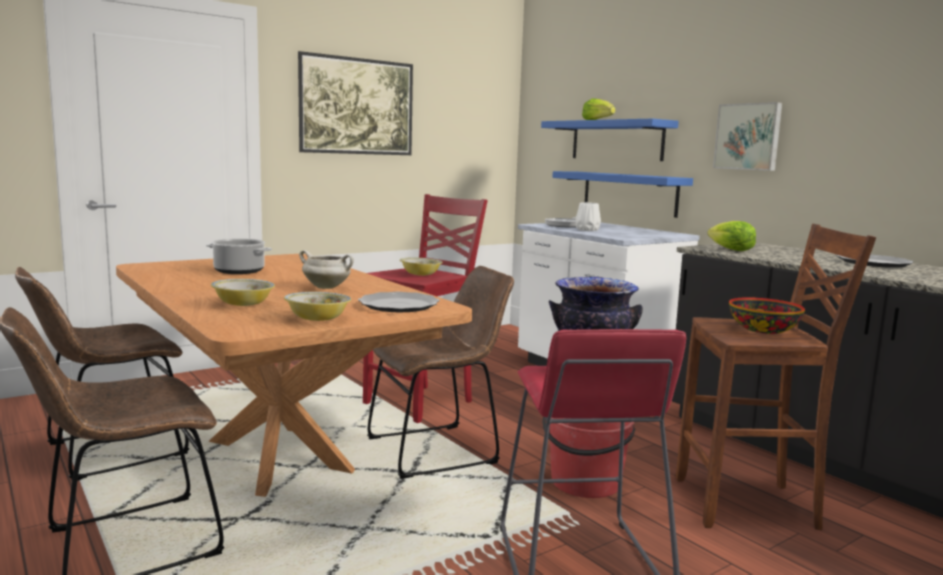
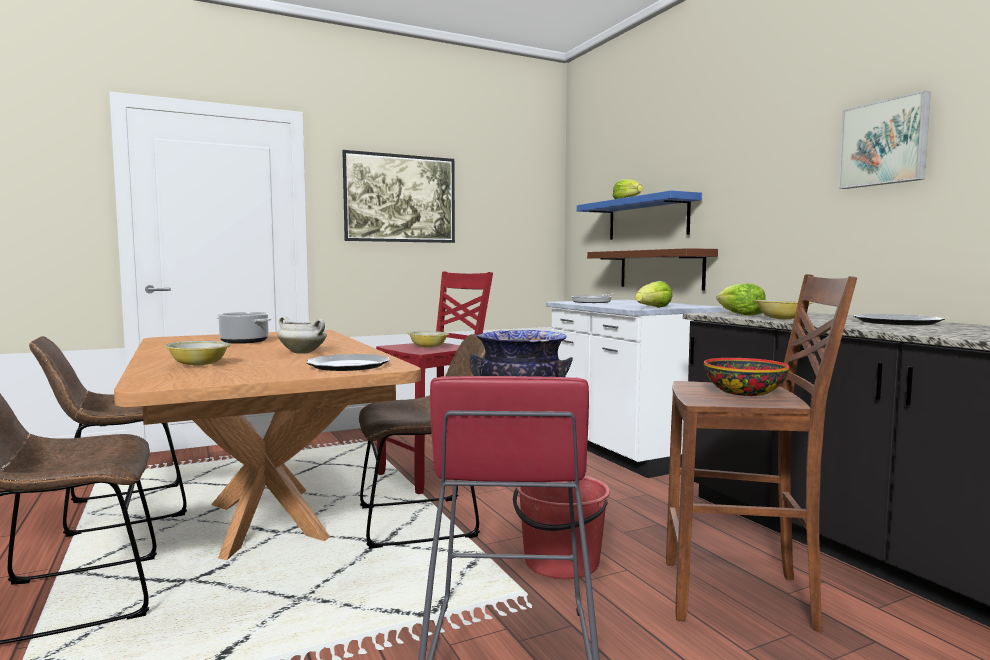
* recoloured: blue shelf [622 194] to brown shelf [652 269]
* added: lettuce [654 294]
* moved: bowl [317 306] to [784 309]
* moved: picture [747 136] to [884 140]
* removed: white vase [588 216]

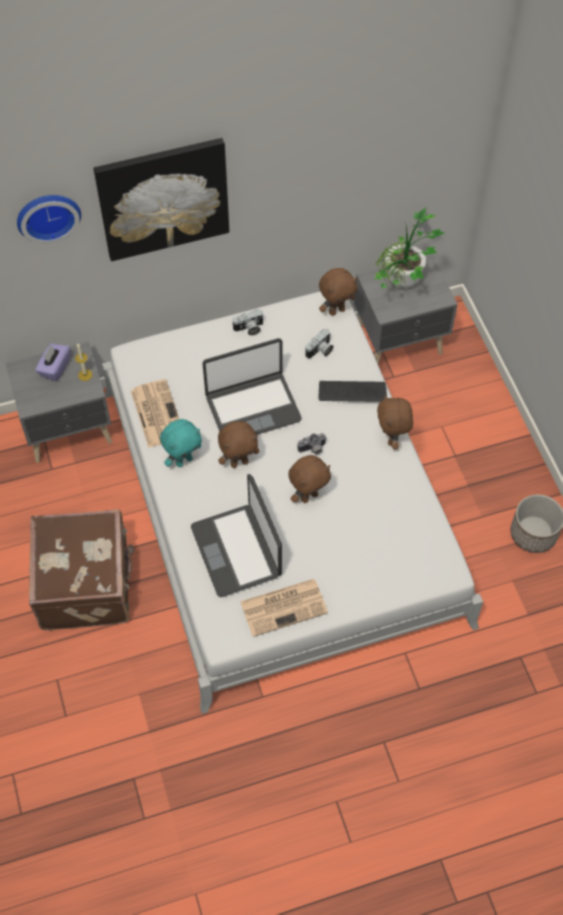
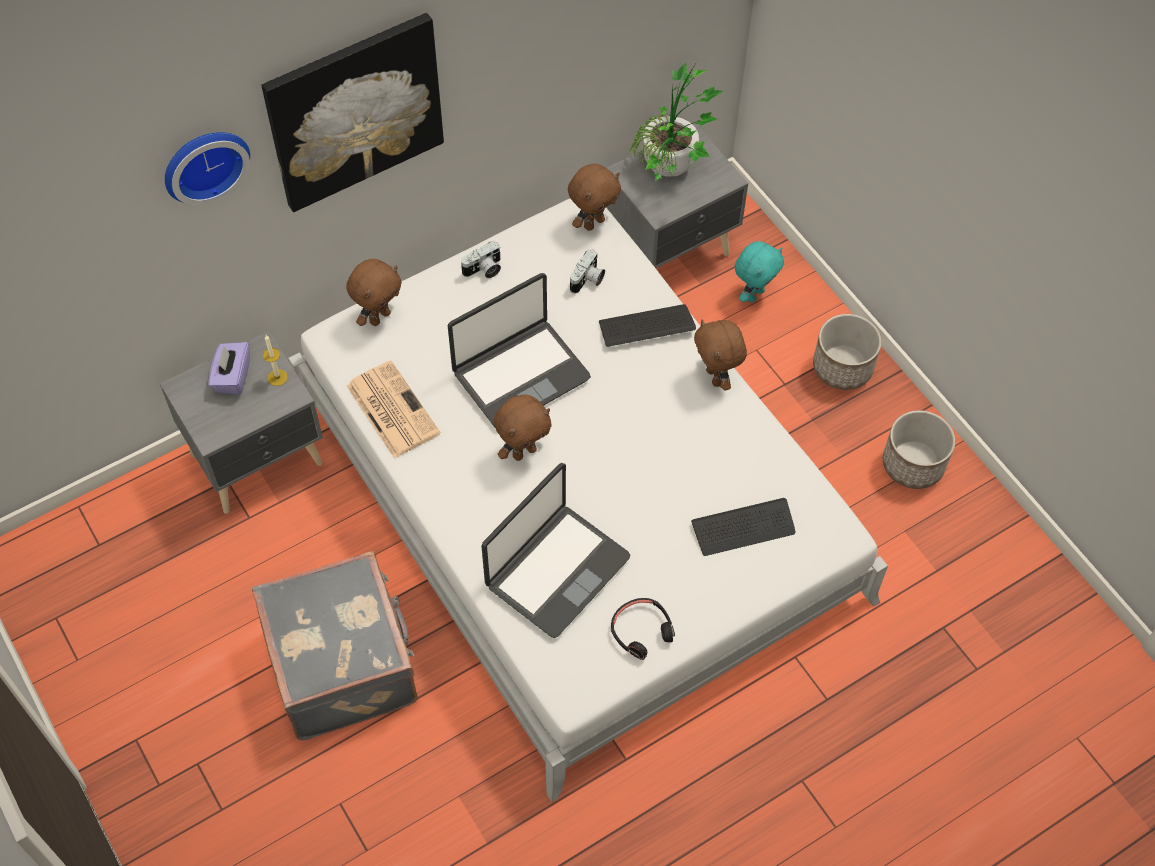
* recoloured: brown suitcase [81 570] to grey suitcase [335 646]
* moved: brown plush toy [309 479] to [374 292]
* turned: laptop [236 535] = [555 550] 105 degrees counterclockwise
* replaced: newspaper [284 608] to black headphones [643 629]
* added: keyboard [743 527]
* moved: turquoise plush toy [181 443] to [759 271]
* added: planter [847 352]
* removed: photo camera [312 443]

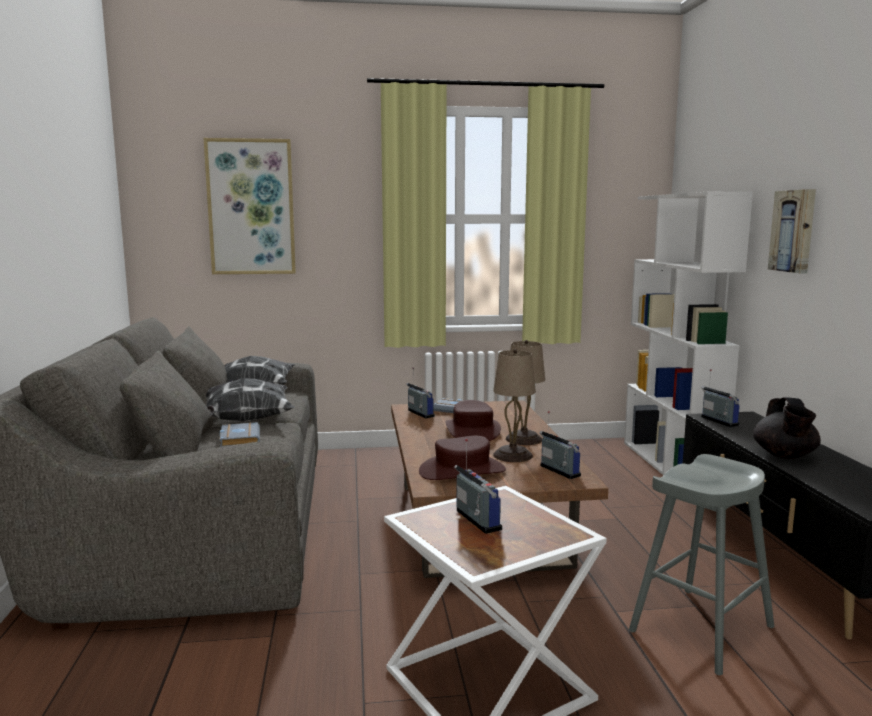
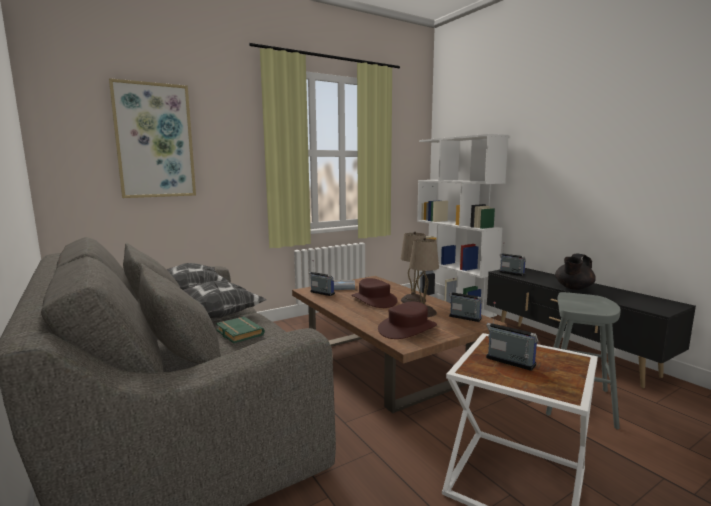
* recoloured: grey book [240 434] to green book [240 330]
* turned: black teapot [787 428] = [575 271] 60 degrees clockwise
* removed: picture [792 231]

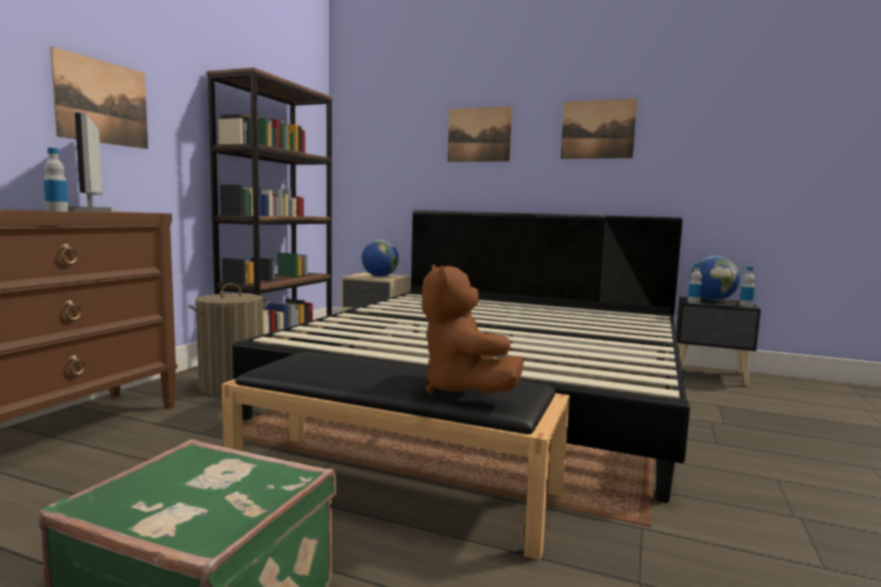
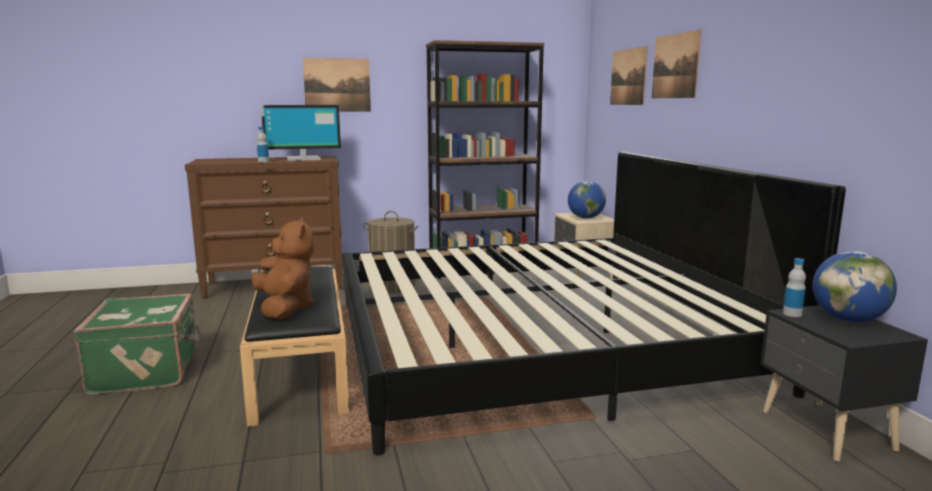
* turned: brown plush toy [473 329] = [282 268] 120 degrees clockwise
* turned: monitor [91 162] = [301 133] 135 degrees counterclockwise
* moved: picture [599 129] to [629 75]
* removed: bottle [747 286]

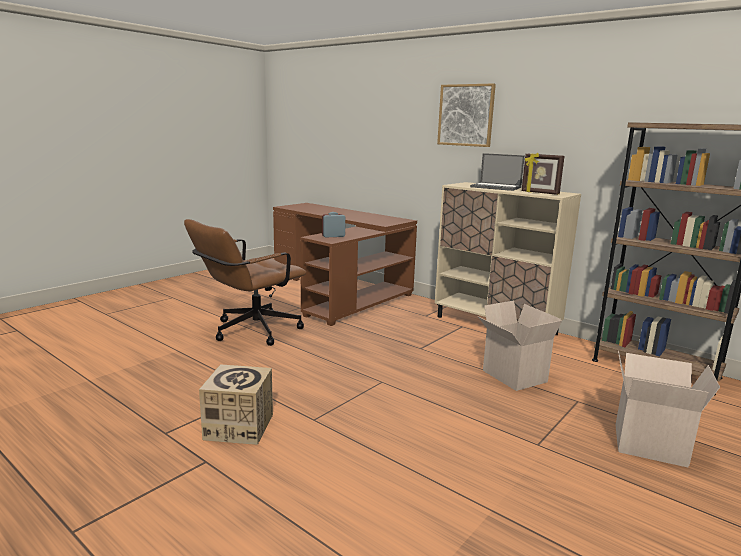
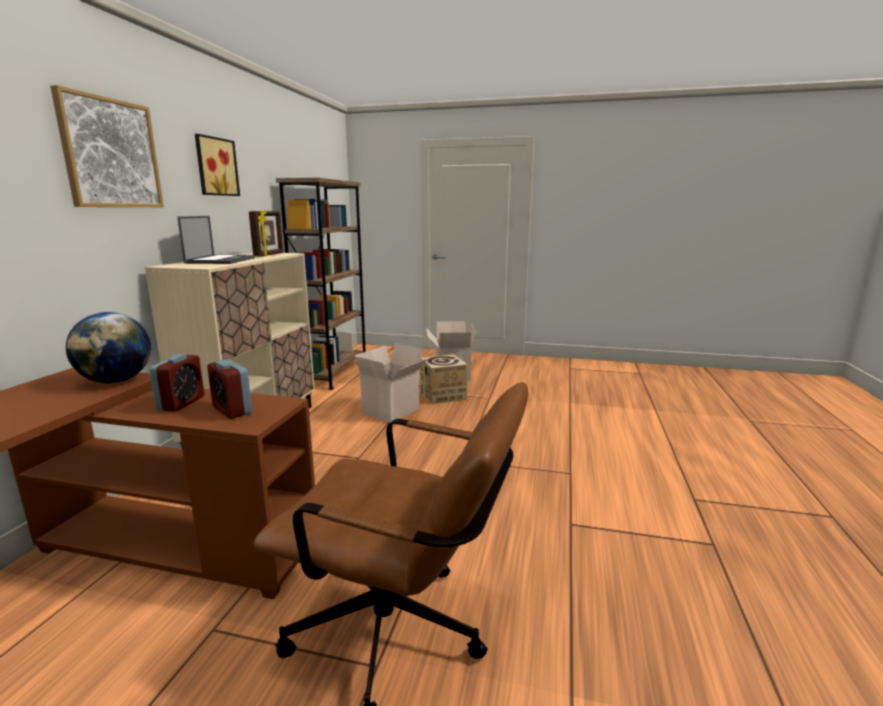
* added: globe [108 347]
* added: alarm clock [176 383]
* added: picture [217 165]
* moved: cardboard box [236 404] to [444 379]

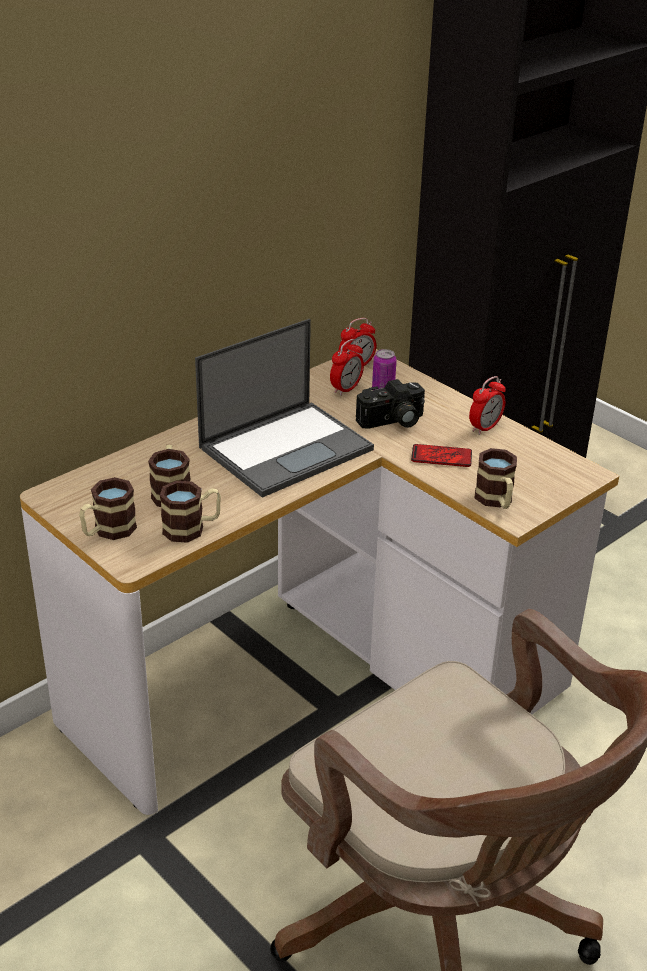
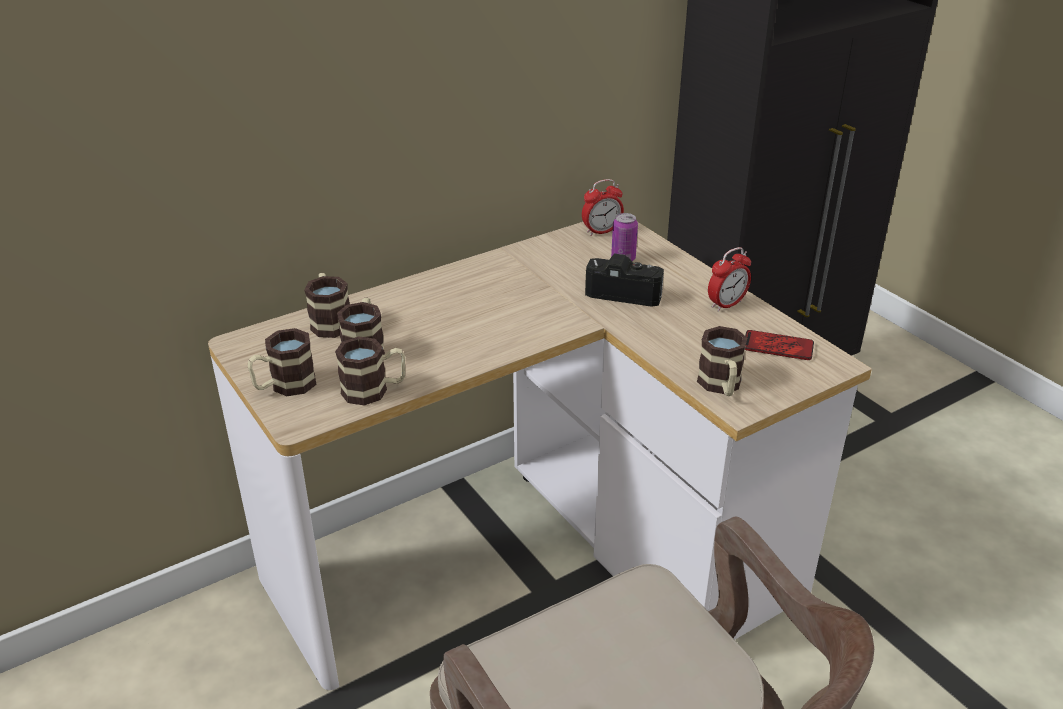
* added: mug [327 305]
* turned: photo camera [390 404] = [624 280] 150 degrees counterclockwise
* moved: phone [441 455] to [779 345]
* removed: laptop [284 408]
* removed: alarm clock [347 367]

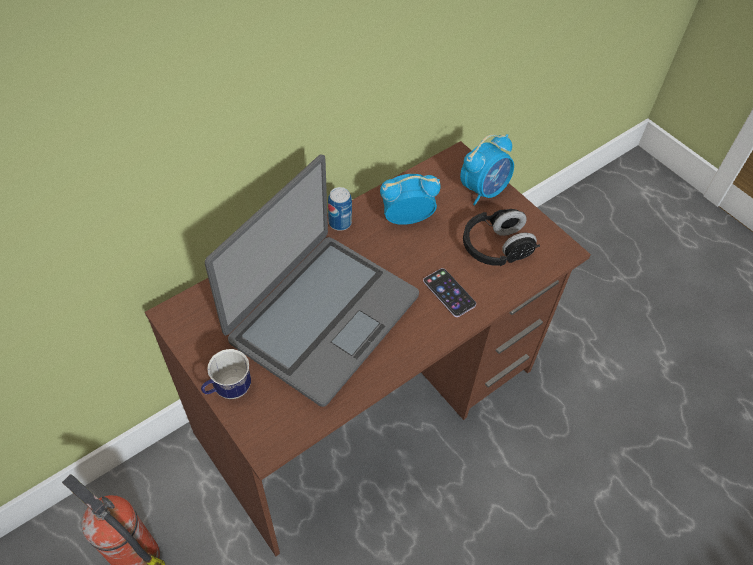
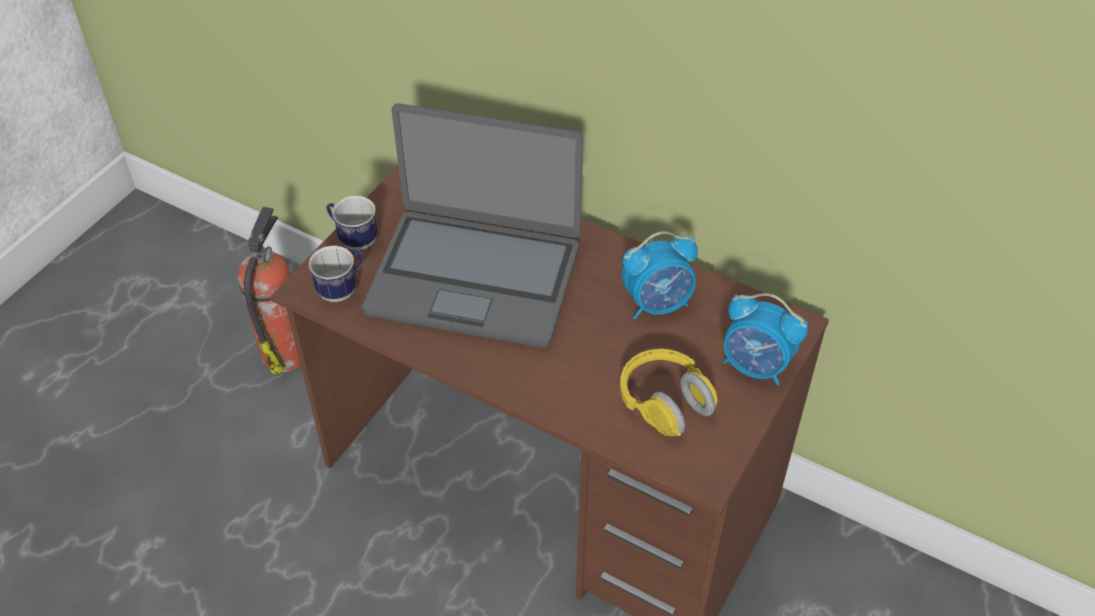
* added: mug [336 274]
* recoloured: black headphones [501 237] to yellow headphones [669 392]
* turned: alarm clock [410 199] = [660 275] 105 degrees clockwise
* removed: can [340 209]
* removed: phone [449 292]

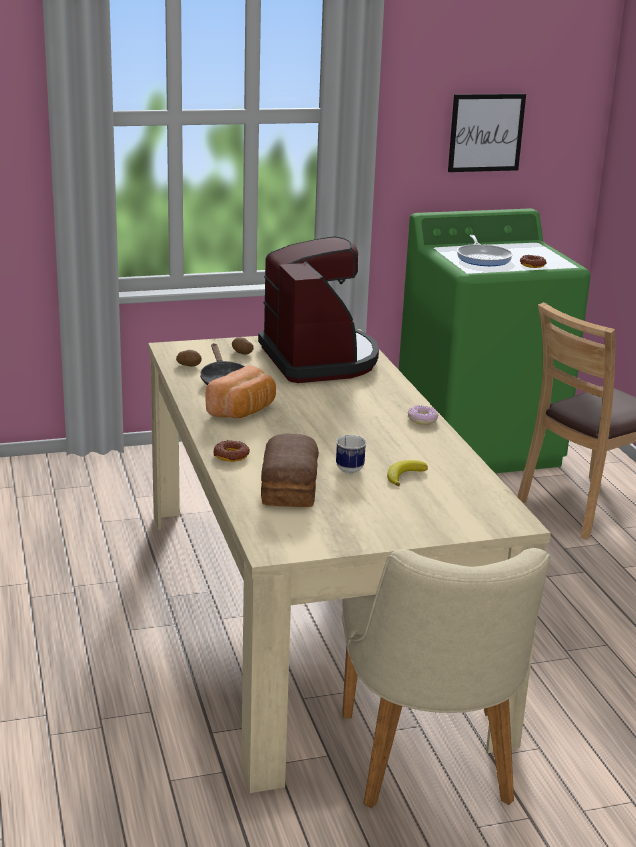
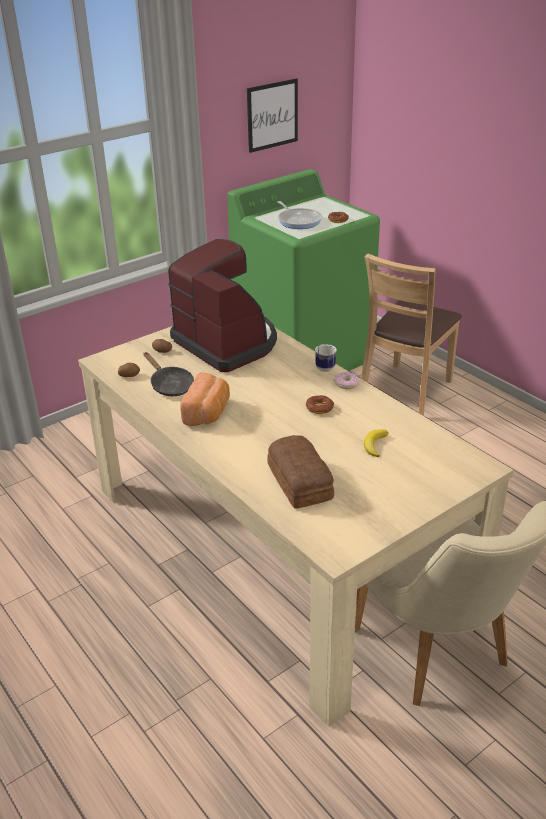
* moved: donut [232 451] to [320 404]
* moved: mug [351 454] to [326 358]

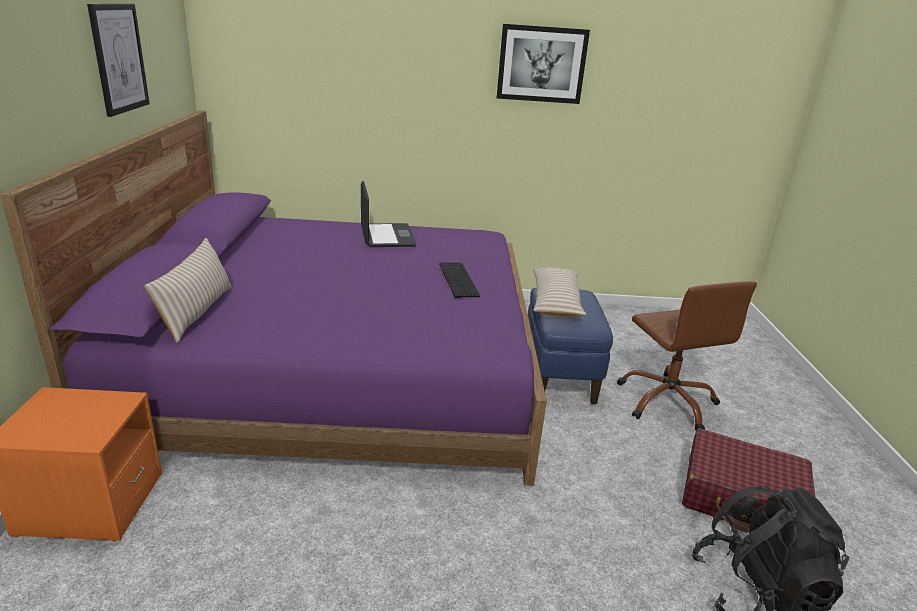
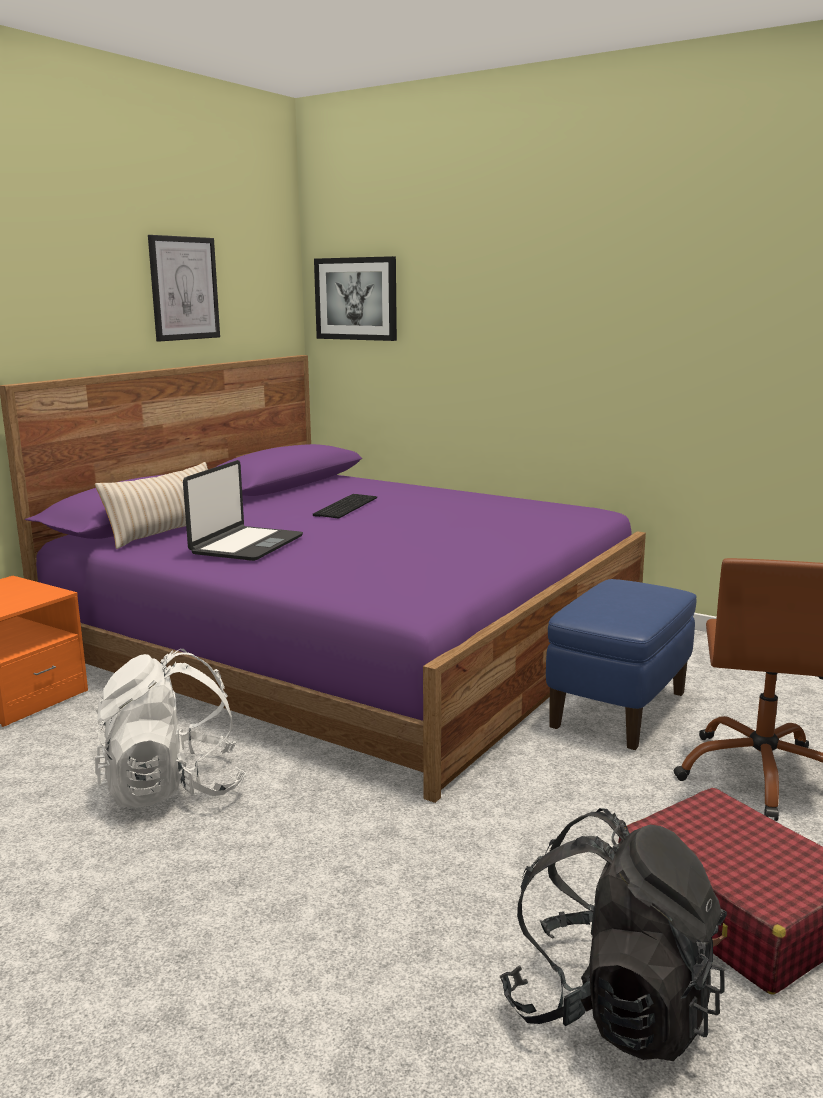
* added: white backpack [170 728]
* moved: laptop [388 214] to [243 510]
* moved: keyboard [459 280] to [345 506]
* moved: picture [543 64] to [355 298]
* removed: beige pillow [559 292]

